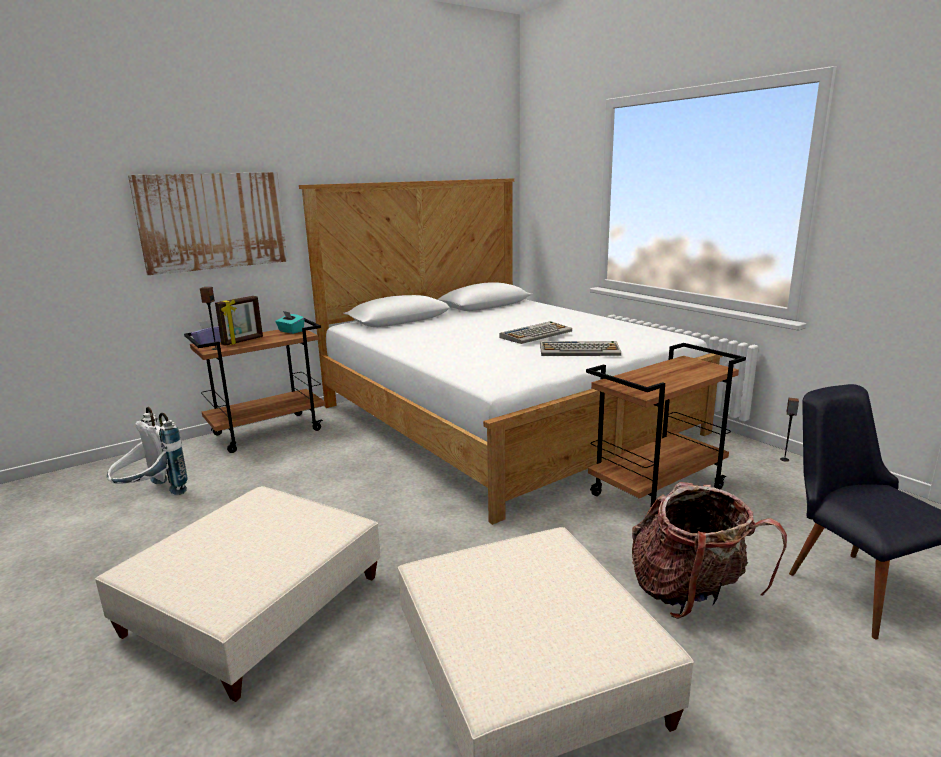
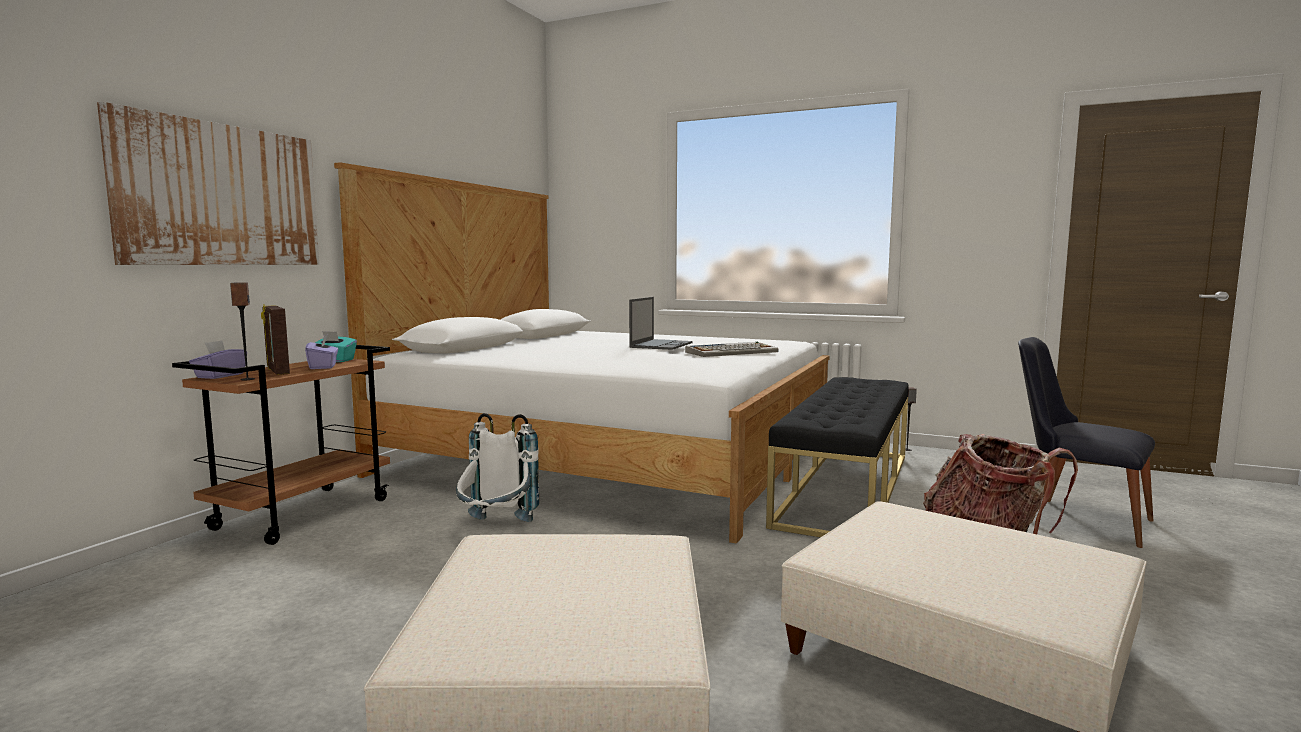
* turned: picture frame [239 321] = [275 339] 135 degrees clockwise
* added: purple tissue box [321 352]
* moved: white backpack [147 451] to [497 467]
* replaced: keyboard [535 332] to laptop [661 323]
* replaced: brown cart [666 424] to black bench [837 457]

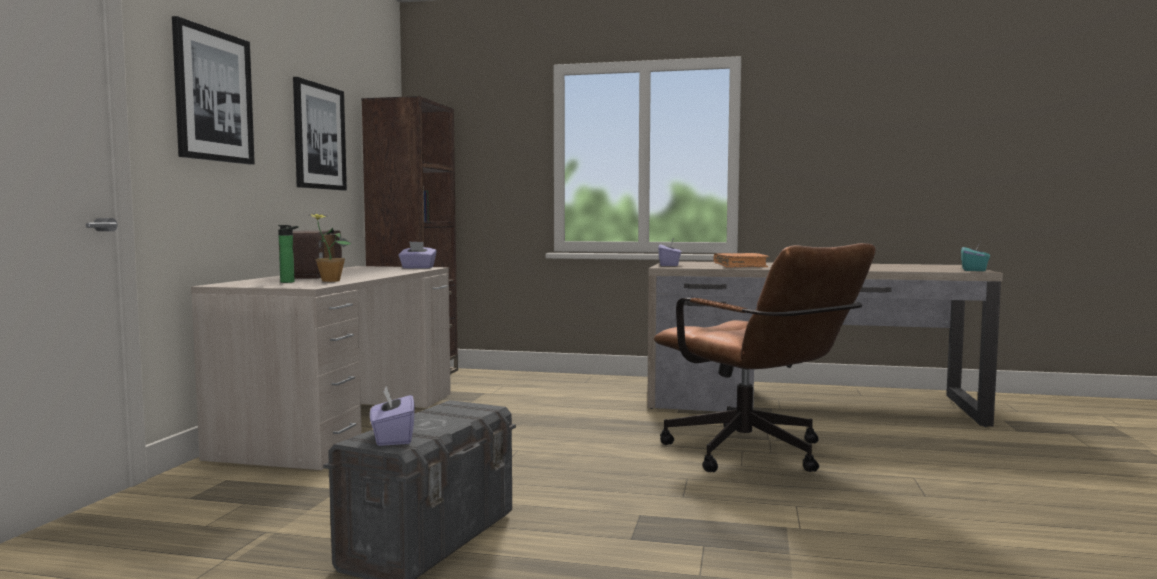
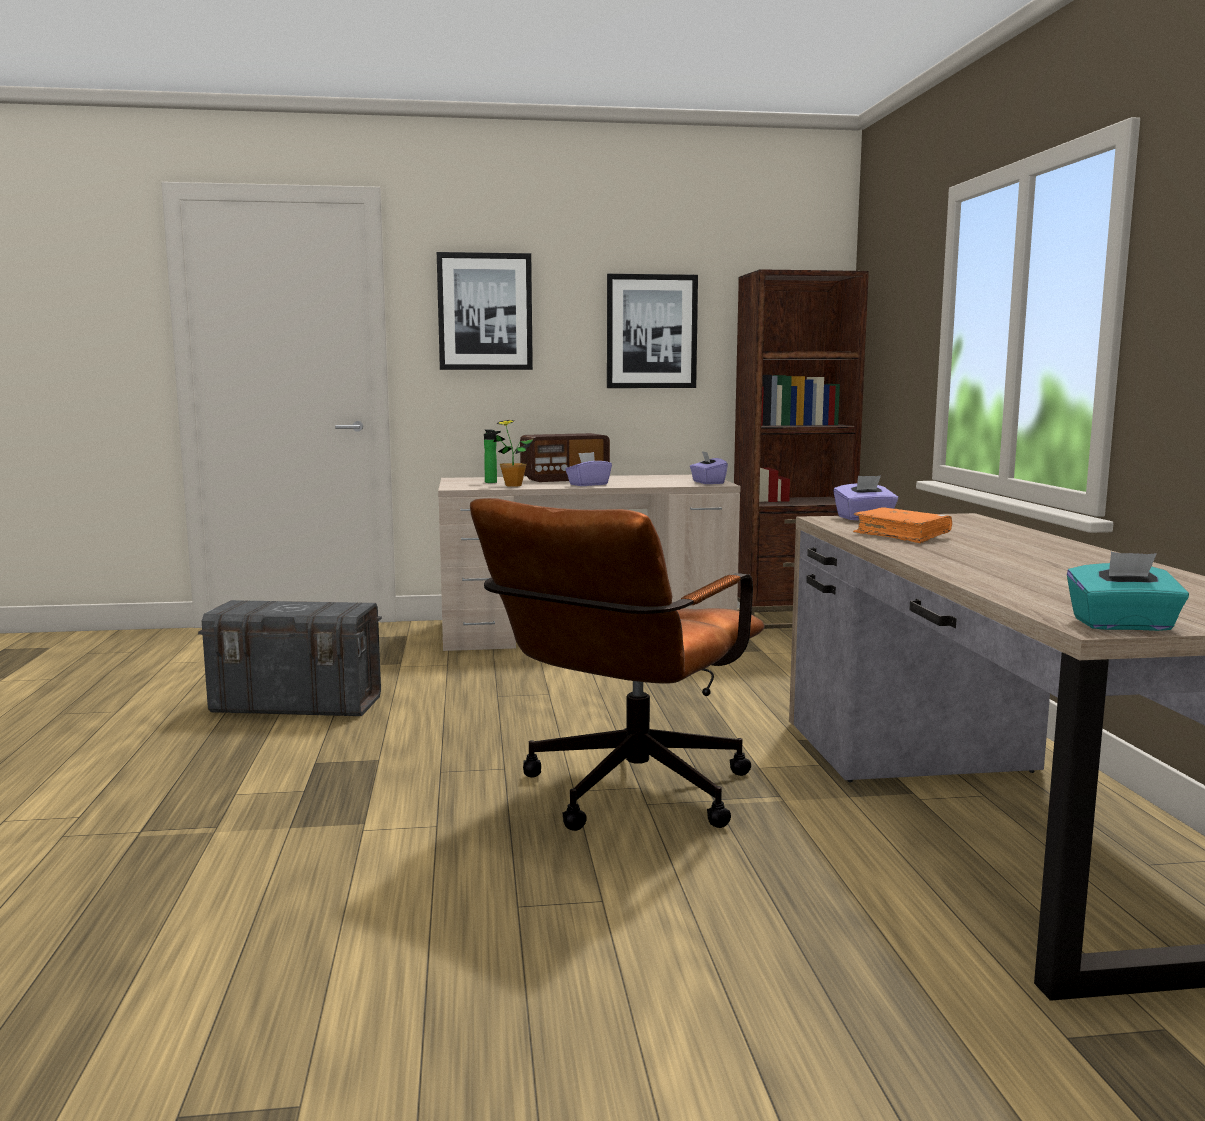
* moved: purple tissue box [392 416] to [588 469]

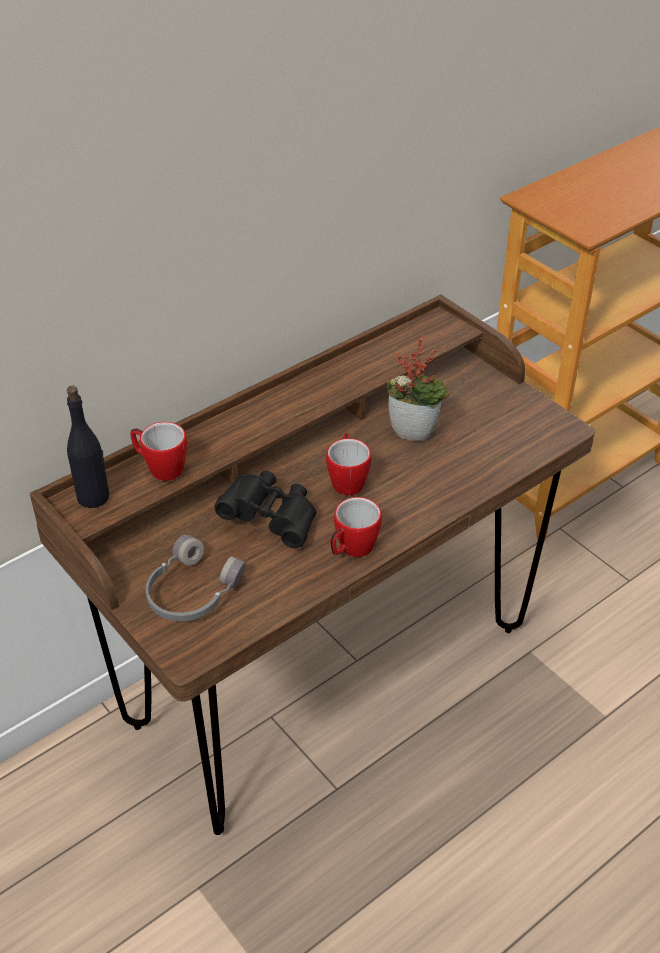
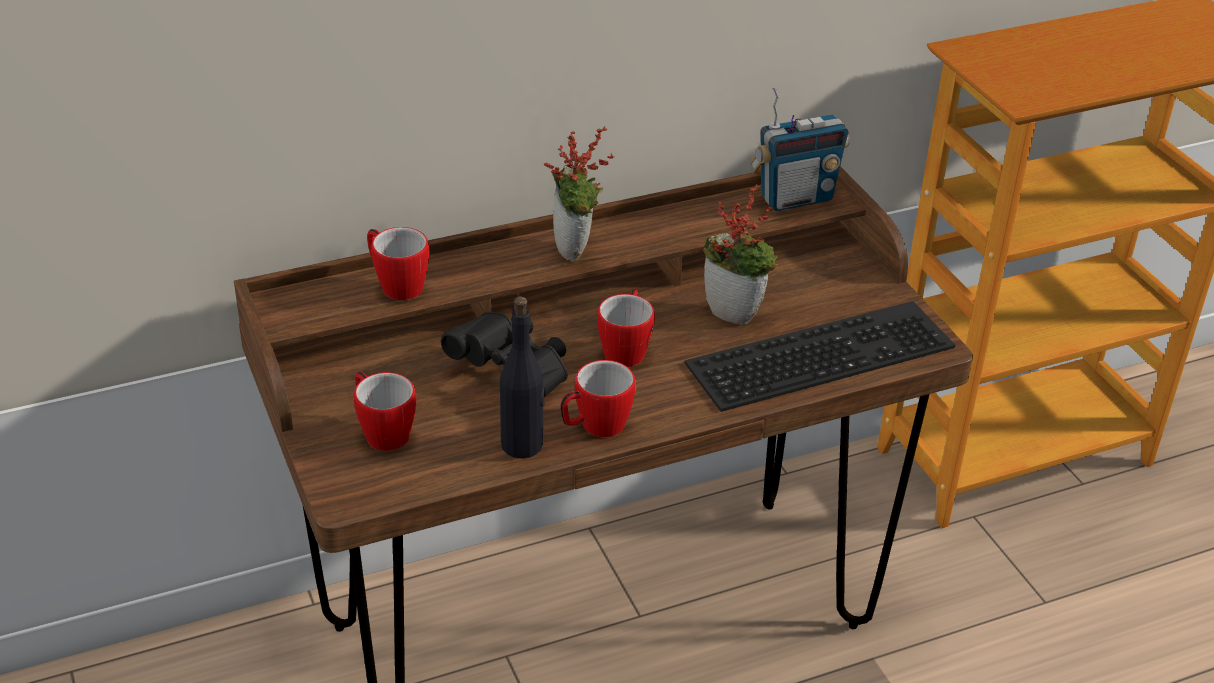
* replaced: grey headphones [196 578] to mug [385 411]
* moved: black bottle [88 447] to [522 377]
* added: potted plant [579 193]
* added: keyboard [820 356]
* added: radio [800 148]

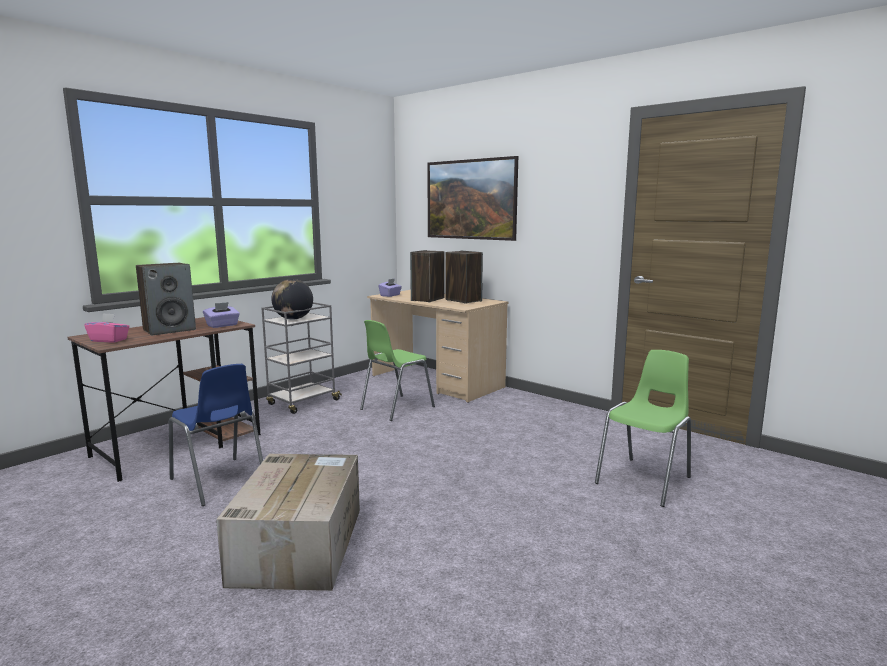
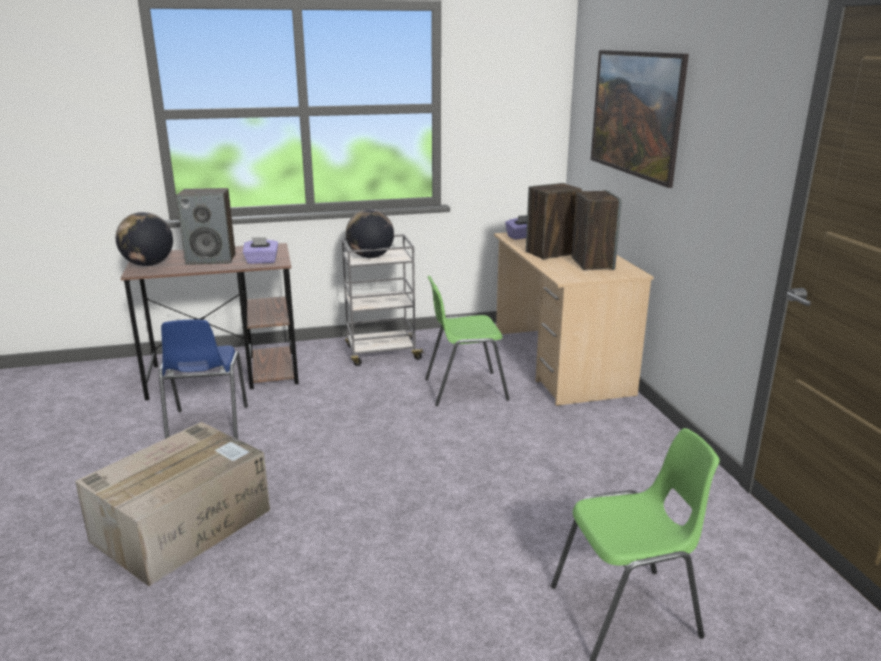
* replaced: pink tissue box [107 328] to globe [144 239]

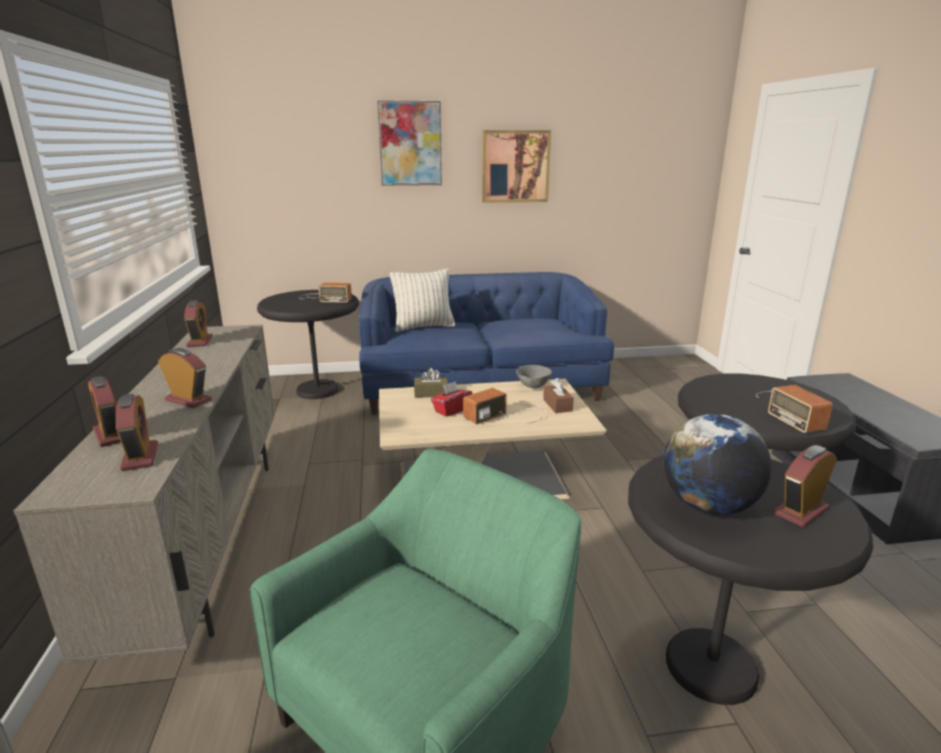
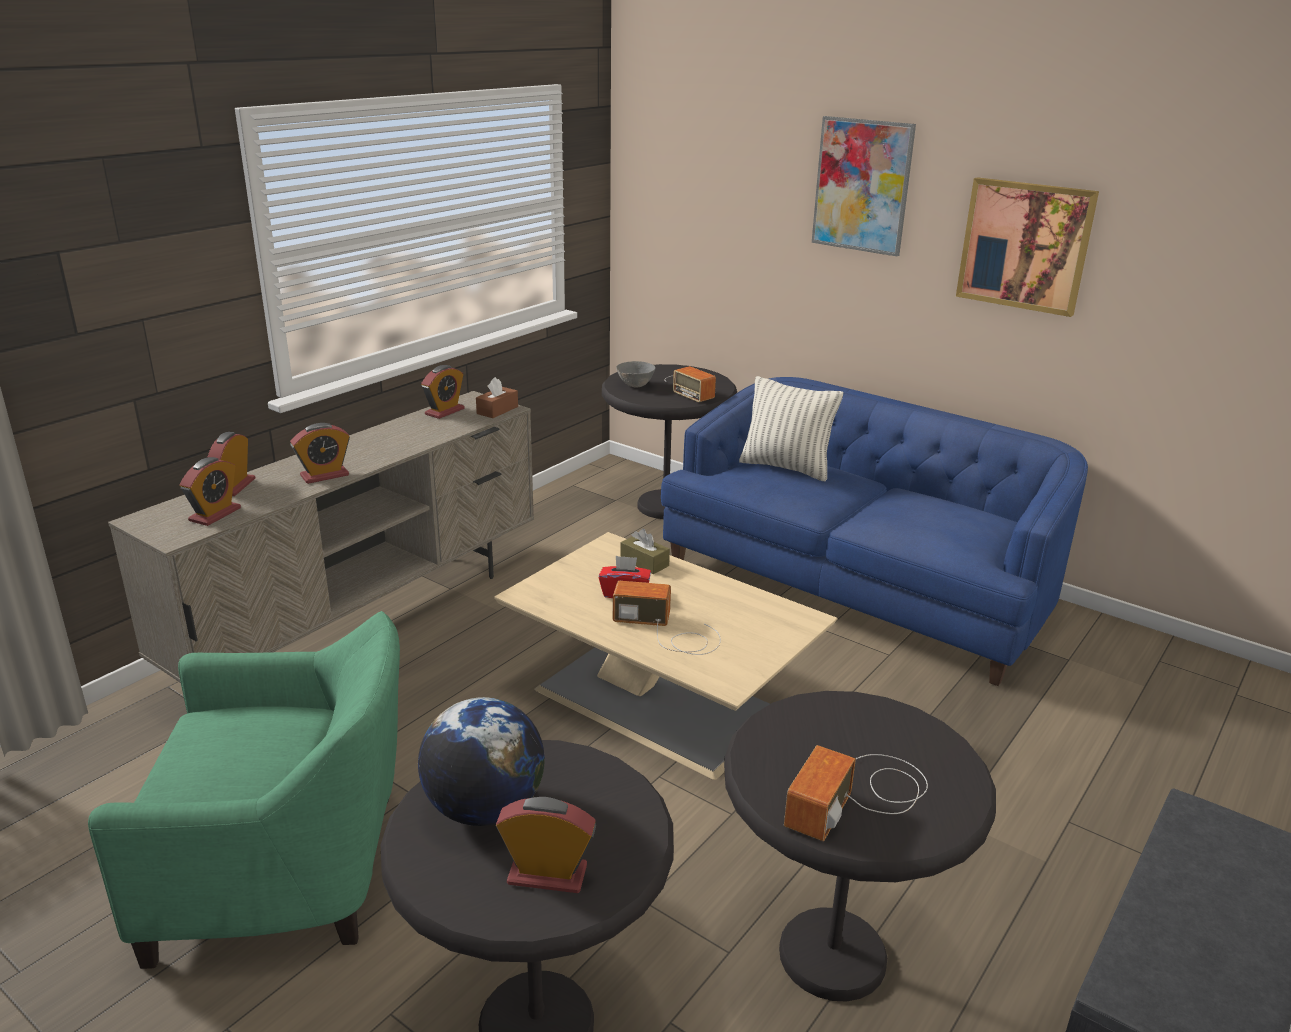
* turned: alarm clock [185 378] = [320 453] 75 degrees clockwise
* moved: brown tissue box [558 395] to [497 397]
* moved: grey bowl [534 377] to [635 374]

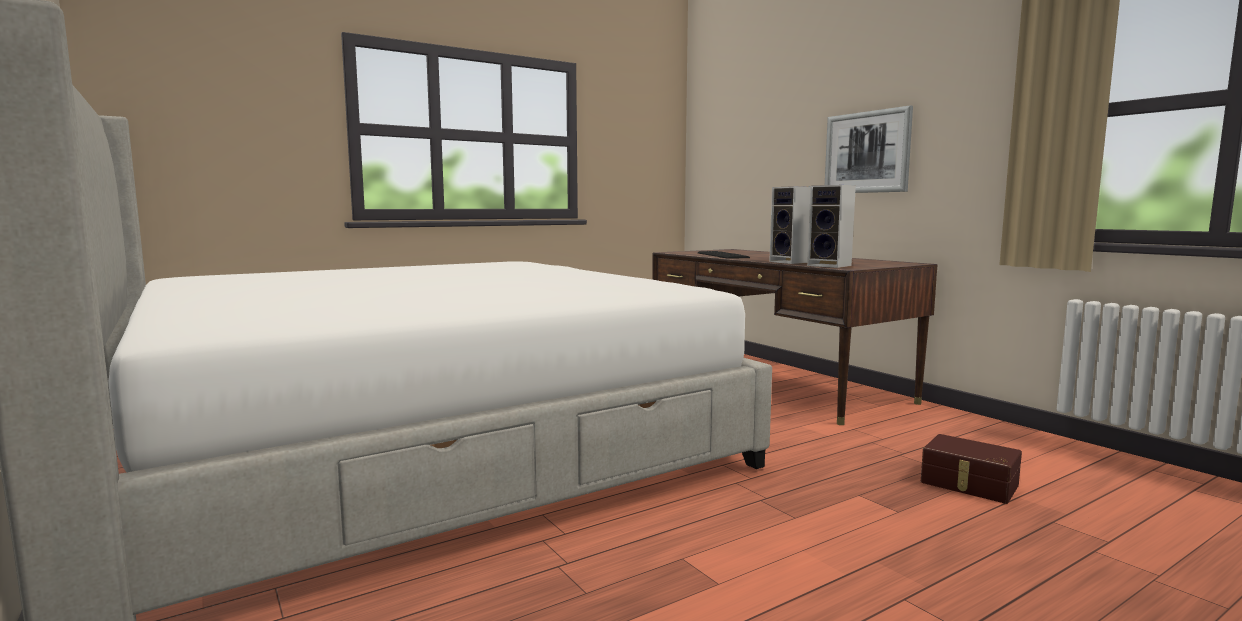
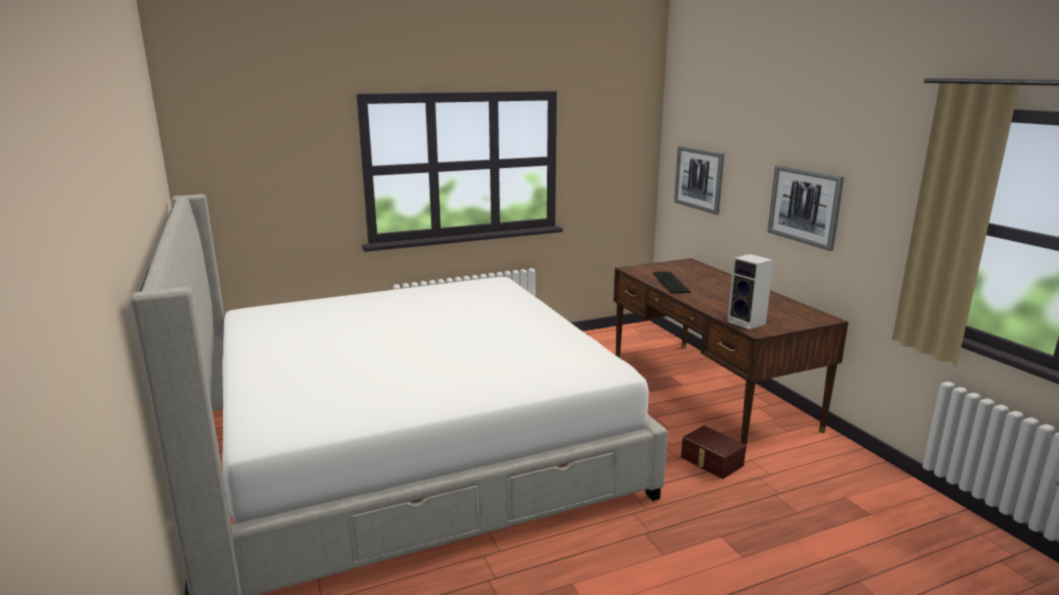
* added: picture [699 180]
* moved: brown storage box [971 469] to [713 452]
* removed: speaker [790 225]

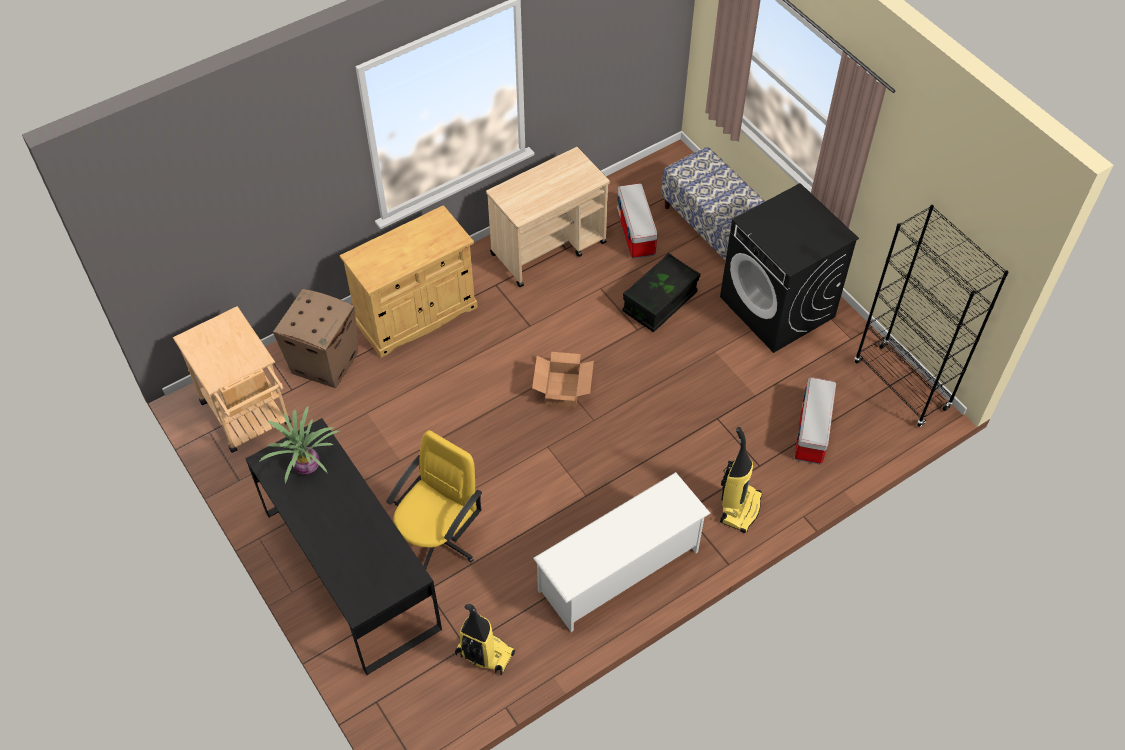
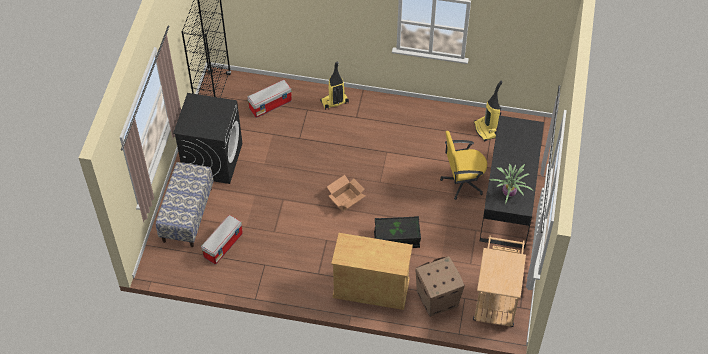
* moved: black storage box [661 292] to [397 232]
* removed: beige cart [548 217]
* removed: white shoe rack [622 552]

